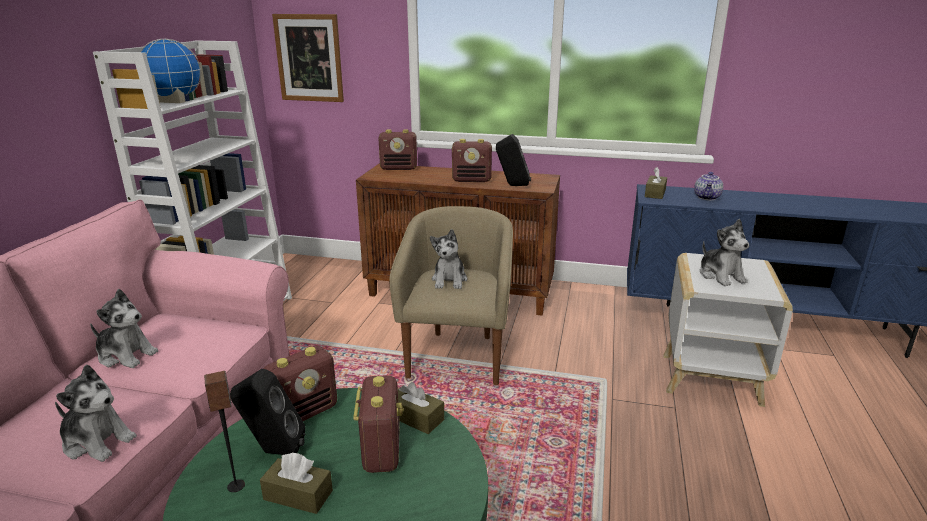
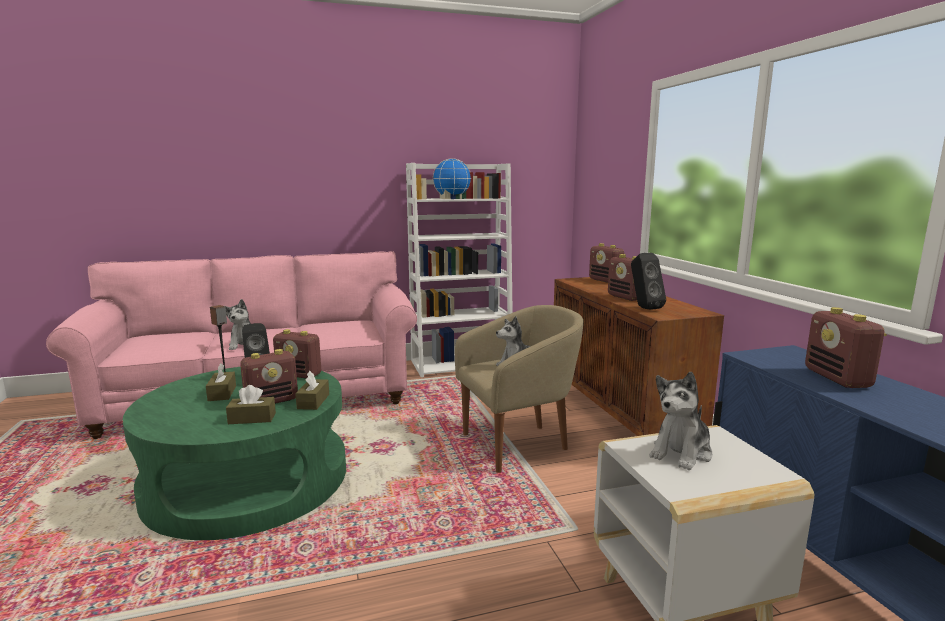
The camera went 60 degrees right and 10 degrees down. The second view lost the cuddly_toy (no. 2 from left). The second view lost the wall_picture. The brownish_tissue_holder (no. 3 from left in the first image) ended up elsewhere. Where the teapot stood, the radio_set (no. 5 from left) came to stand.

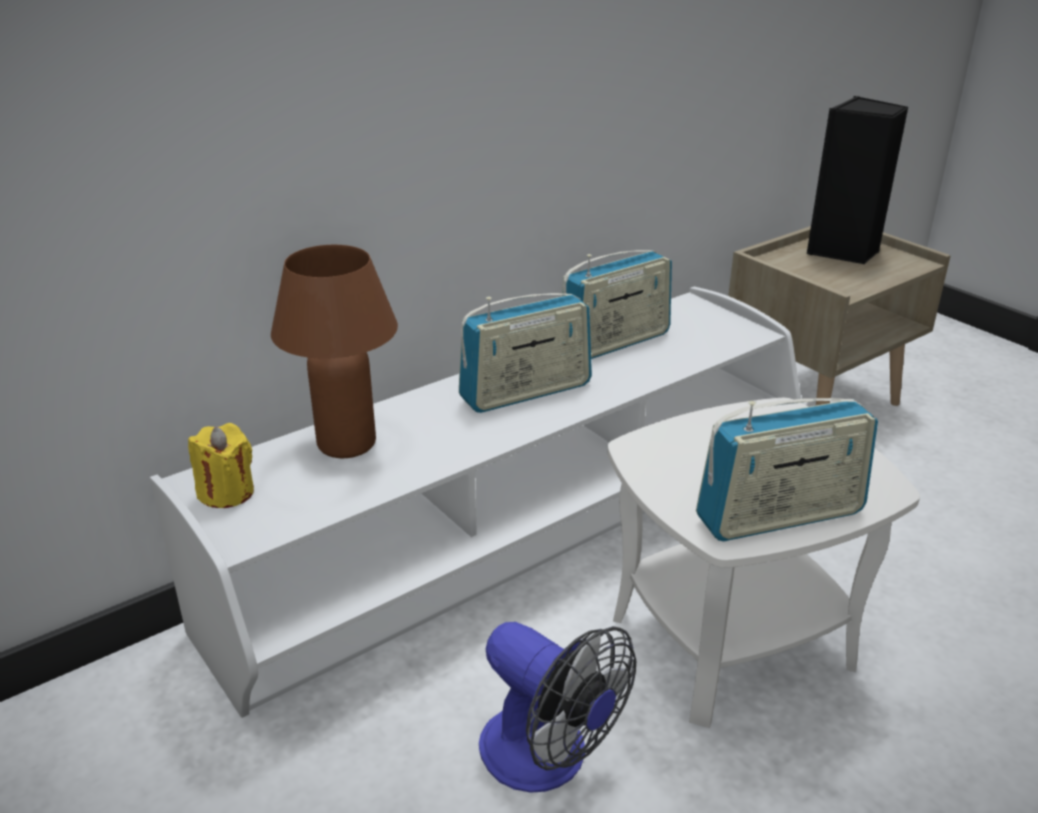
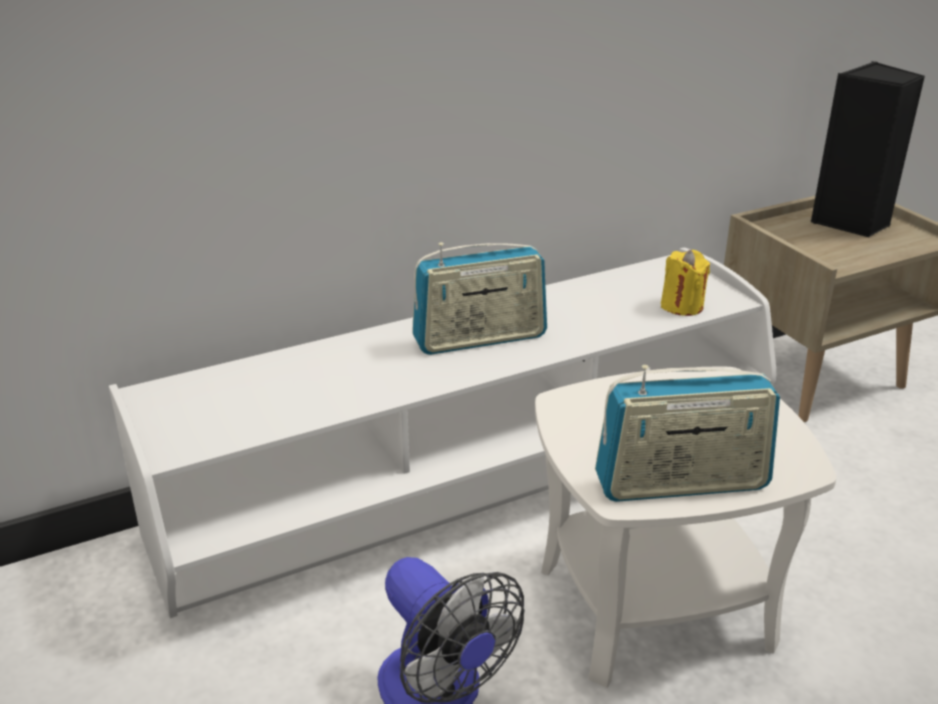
The camera went 10 degrees right and 0 degrees up. The yellow-coloured_candle ended up elsewhere. The second view lost the brownish_tabletop_lamp. The second view lost the radio_set (no. 2 from left).

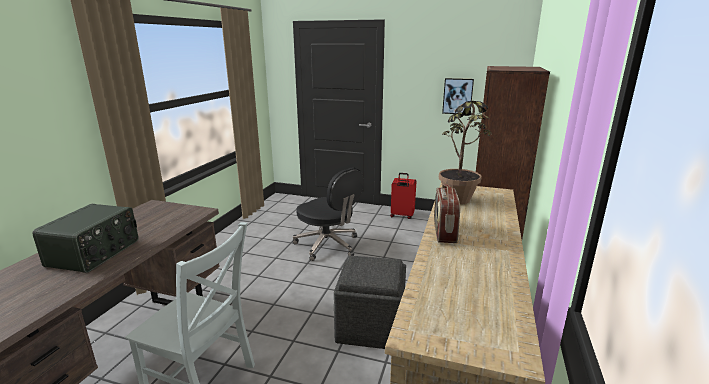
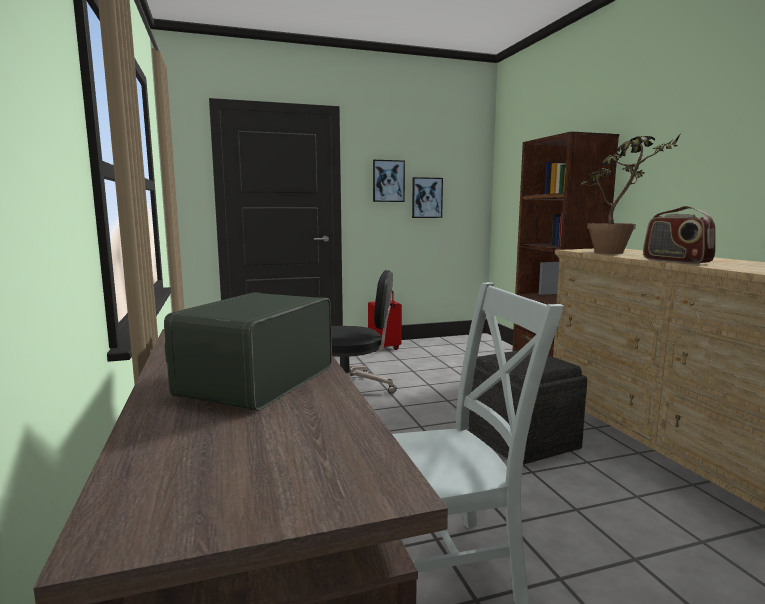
The camera went 35 degrees left and 10 degrees down. The radio_set (no. 1 from left) ended up facing another way, 135 degrees counterclockwise from before. The second view gained the wall_picture (no. 1 from left).

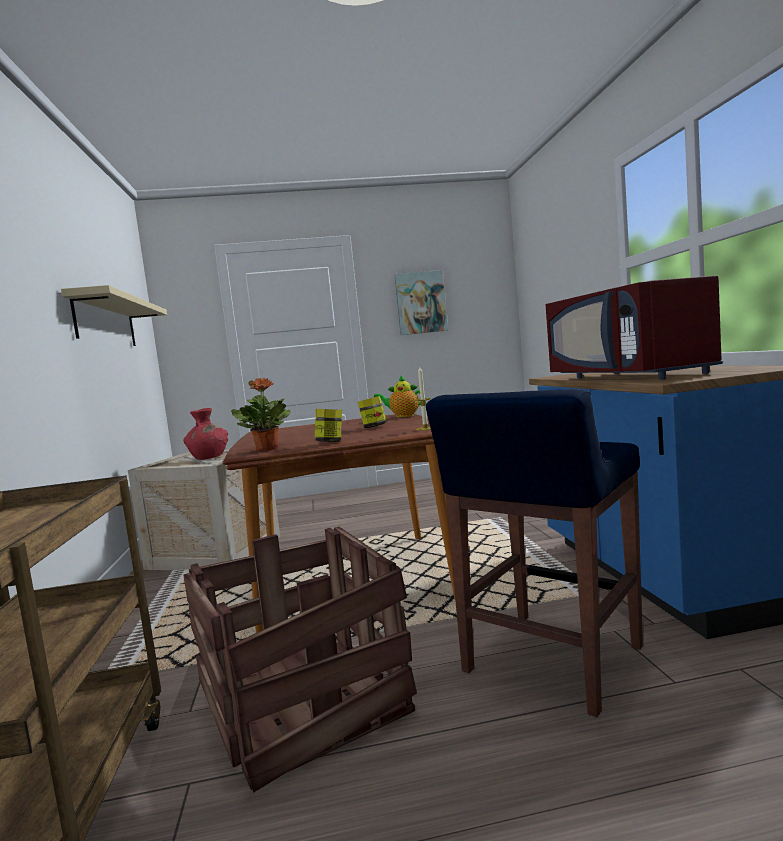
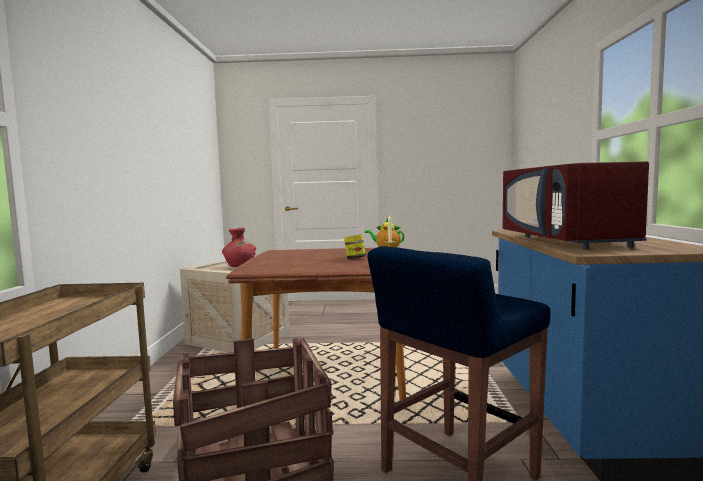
The camera went 10 degrees right and 0 degrees up. The second view lost the beige-coloured_shelf. The second view lost the plant_in_a_pot. The second view lost the storage_jar (no. 1 from left). The second view lost the wall_picture.

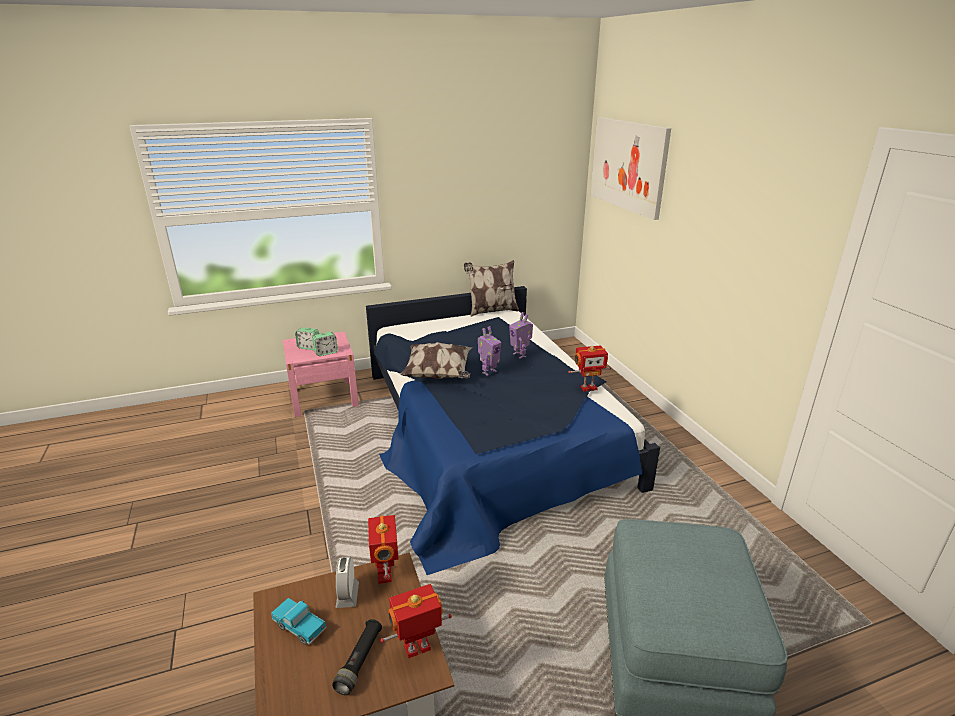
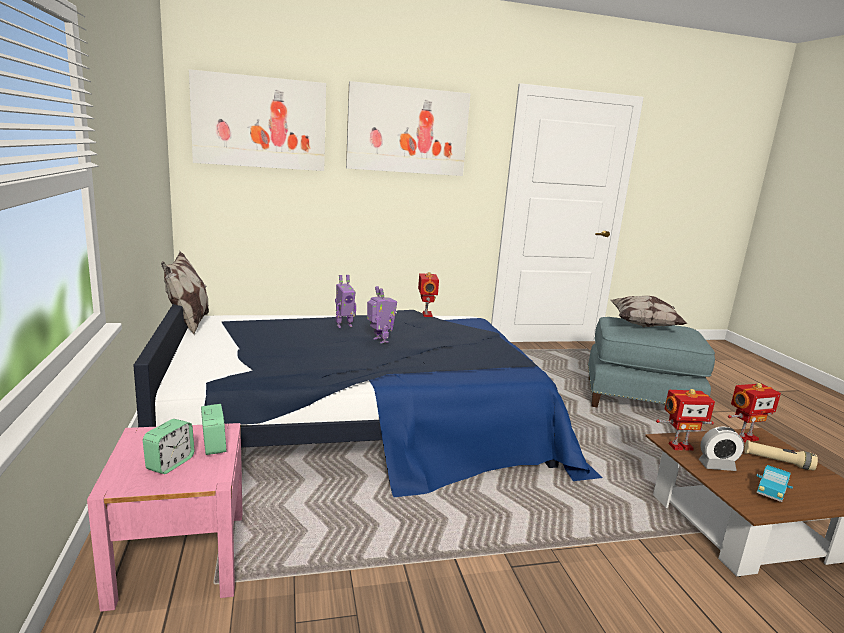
The camera went 85 degrees left and 10 degrees down. What was the blackish_flashlight turned into the beige-coloured_flashlight. The toy_robot (no. 2 from left in the first image) ended up facing another way, 90 degrees counterclockwise from before. The throw_pillow (no. 1 from left in the first image) ended up elsewhere. The second view gained the wall_picture (no. 2 from left).

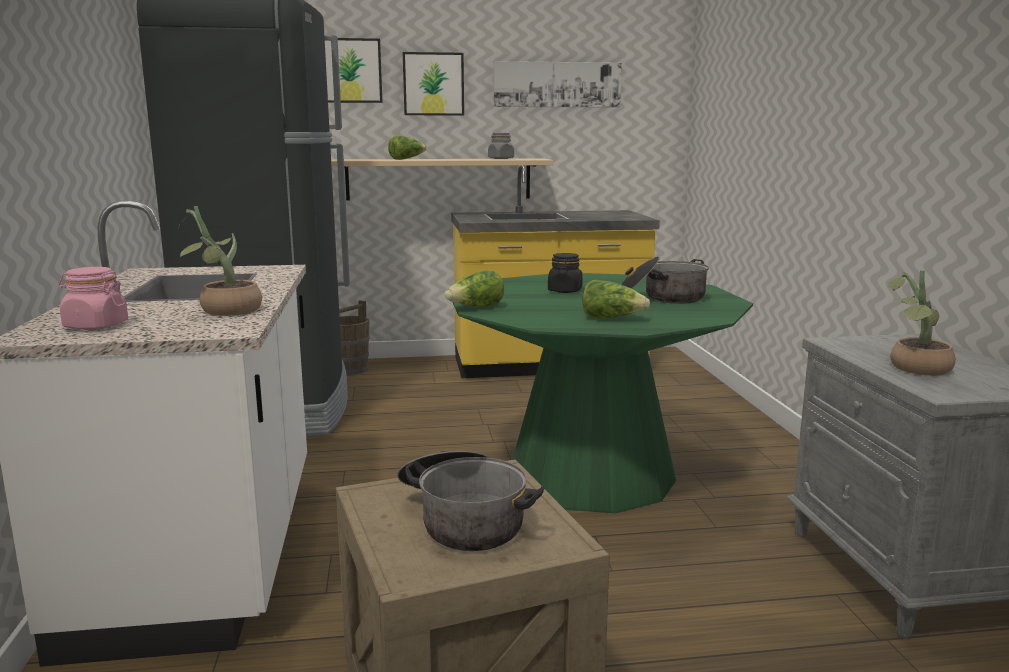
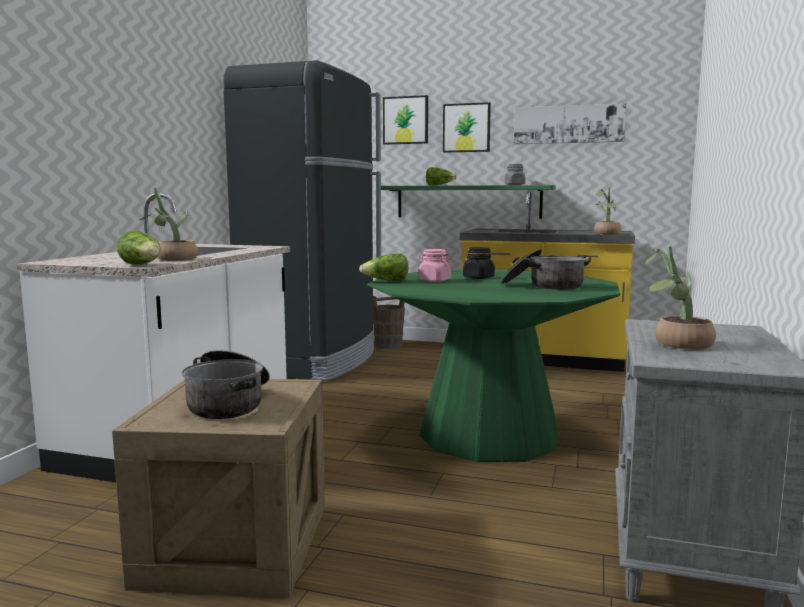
The camera went 25 degrees right and 5 degrees down. The pink_storage_jar ended up elsewhere. What was the beige-coloured_shelf turned into the green-coloured_shelf. The head_of_lettuce (no. 3 from left in the first image) ended up elsewhere. The second view gained the plant_in_a_pot (no. 2 from left).

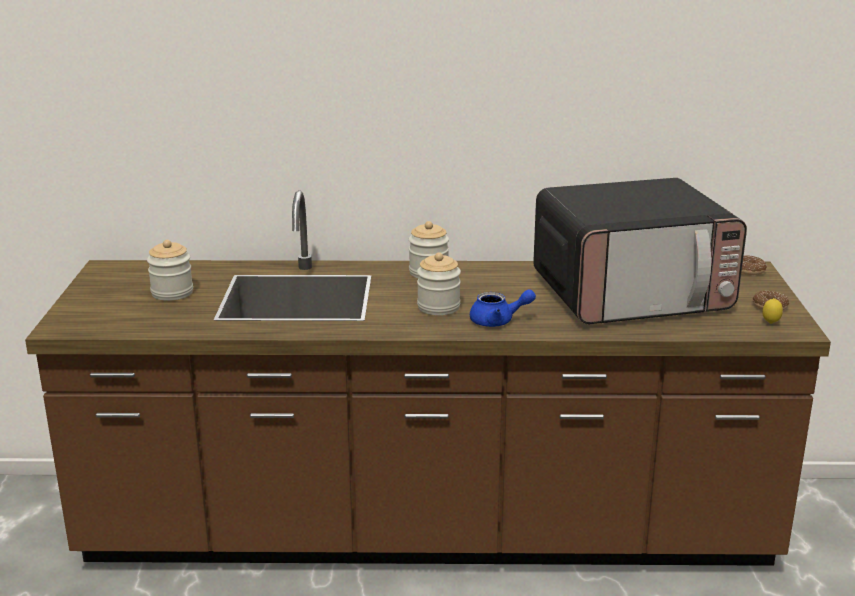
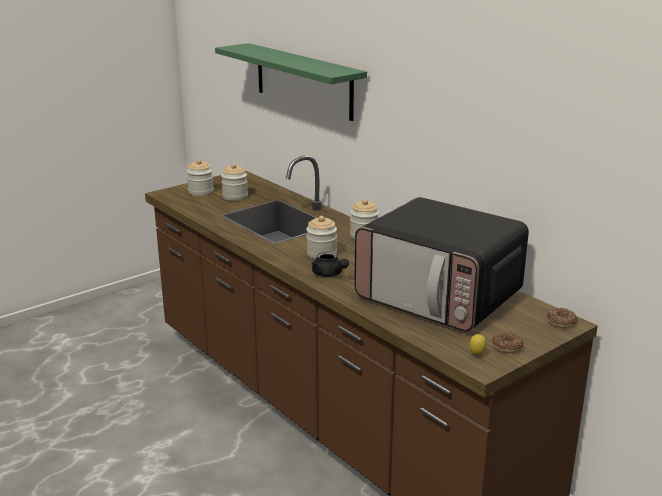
The camera went 50 degrees right and 0 degrees up. What was the blue-coloured_teapot turned into the blackish_teapot. The second view gained the storage_jar (no. 1 from left). The second view gained the green-coloured_shelf.

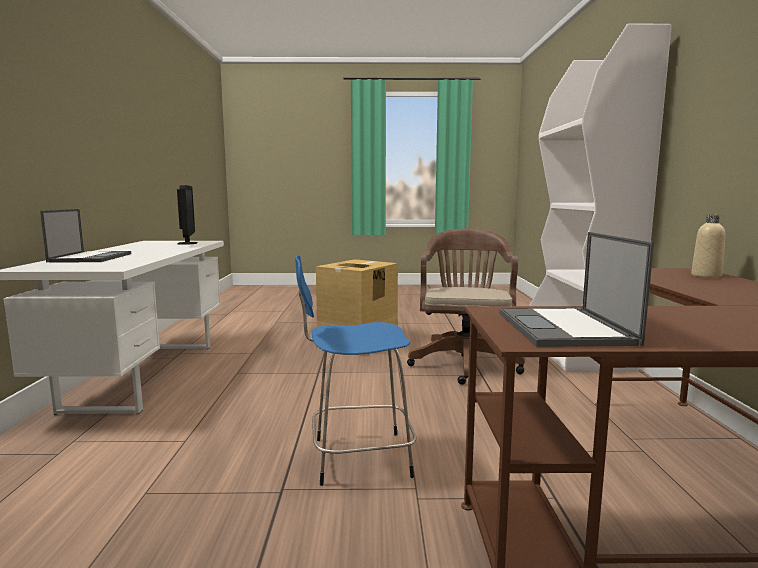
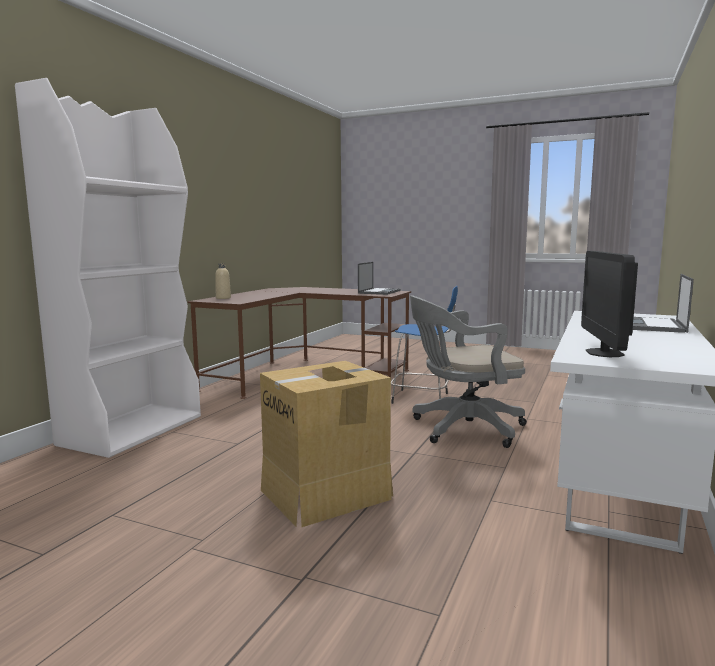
The camera went 155 degrees left and 0 degrees up. The second view lost the brownish_office_chair. The second view gained the gray_office_chair.

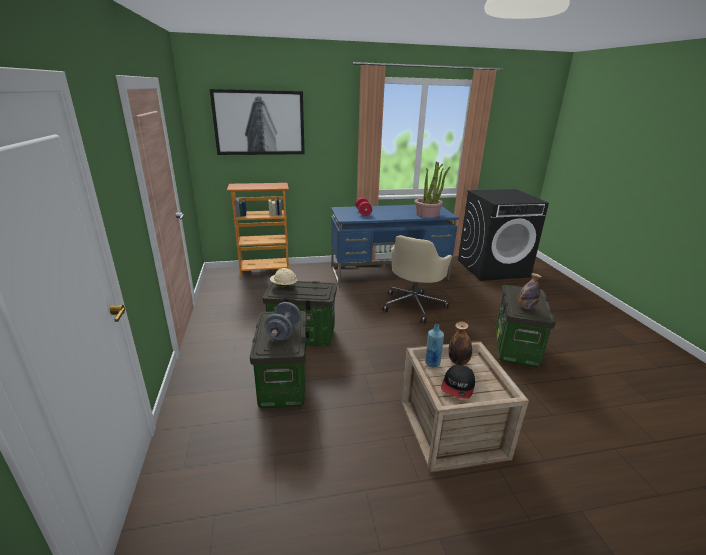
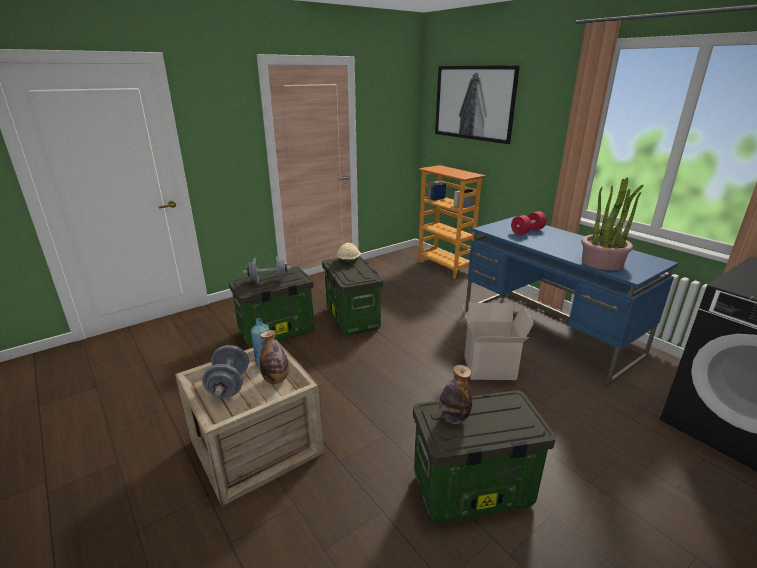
The camera went 65 degrees right and 0 degrees up. Where the beige-coloured_office_chair stood, the cardboard_box came to stand. Where the peaked_cap stood, the gray_hand_weight (no. 1 from left) came to stand.

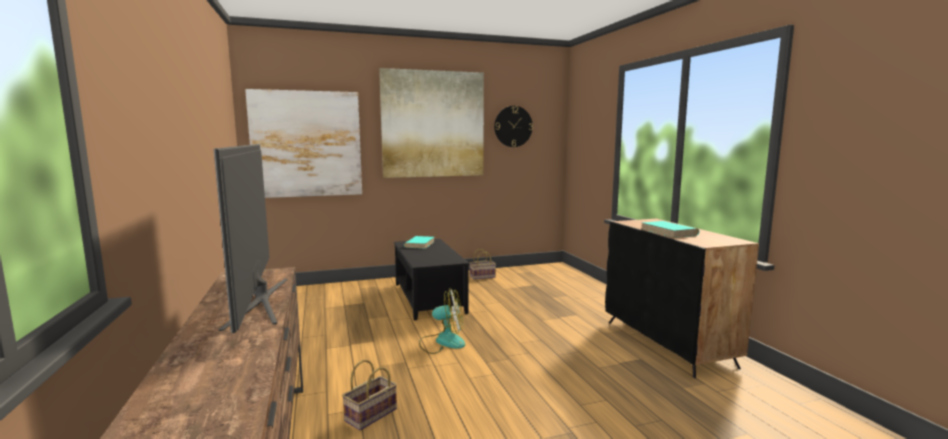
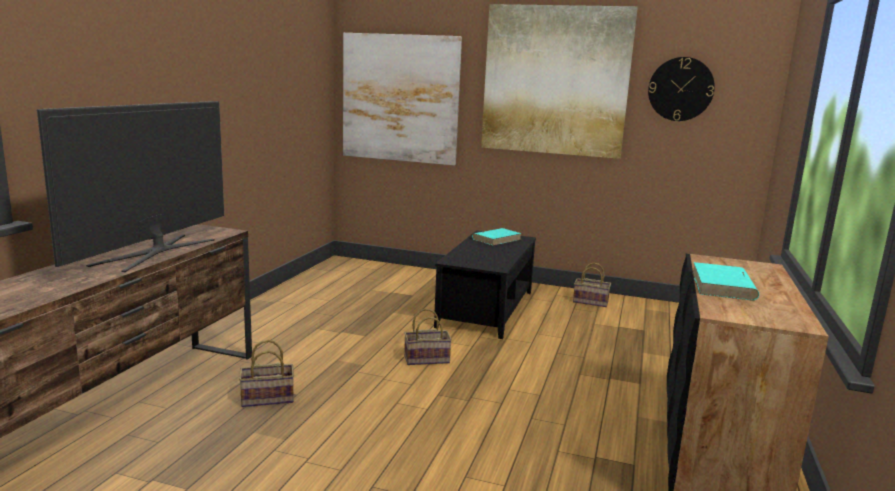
The camera went 35 degrees right and 5 degrees up. Where the electric_fan stood, the basket (no. 2 from left) came to stand.

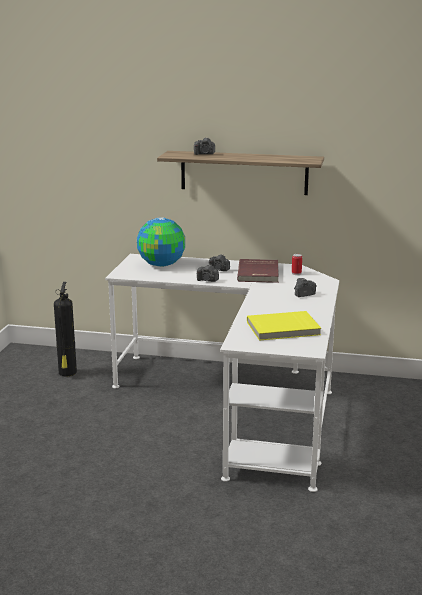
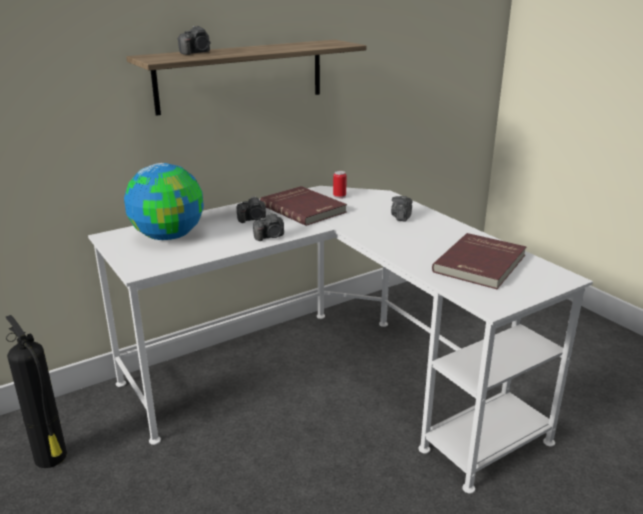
The camera went 45 degrees left and 5 degrees up. What was the yellow-coloured_book turned into the red_book (no. 2 from left).

